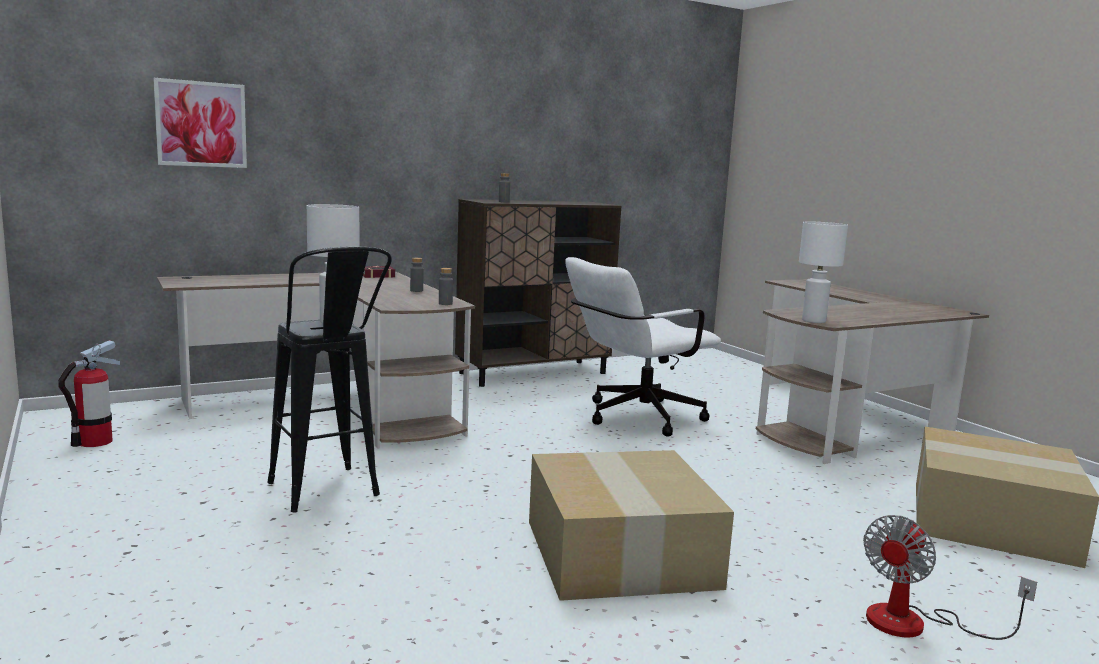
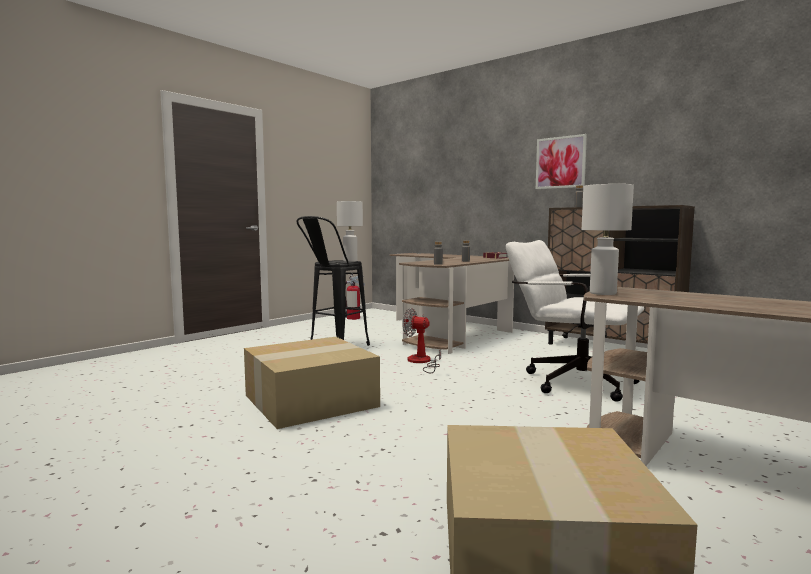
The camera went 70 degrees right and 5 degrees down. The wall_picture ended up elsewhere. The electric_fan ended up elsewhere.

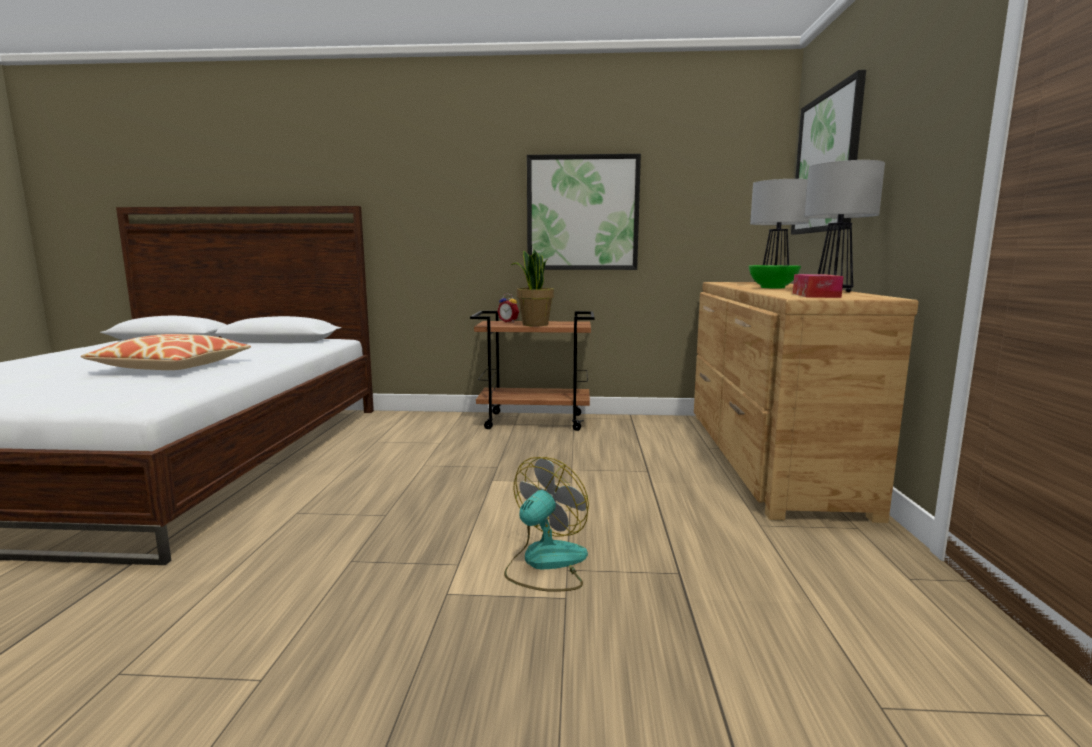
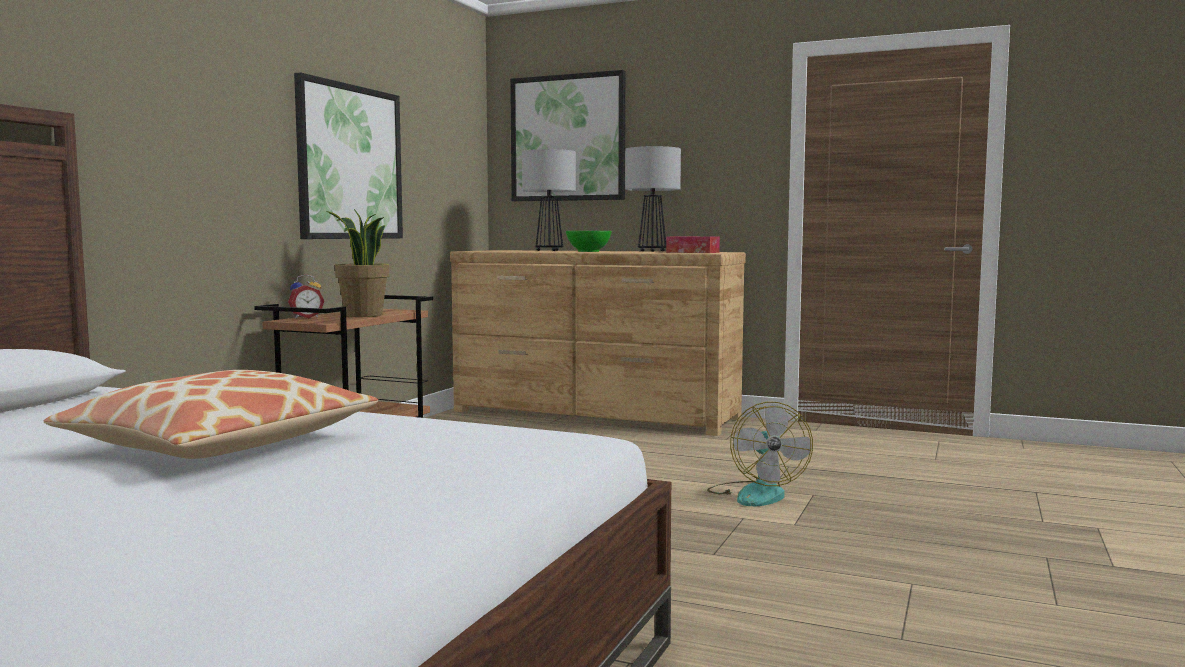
The camera went 70 degrees left and 5 degrees down. The electric_fan ended up facing another way, 150 degrees counterclockwise from before.

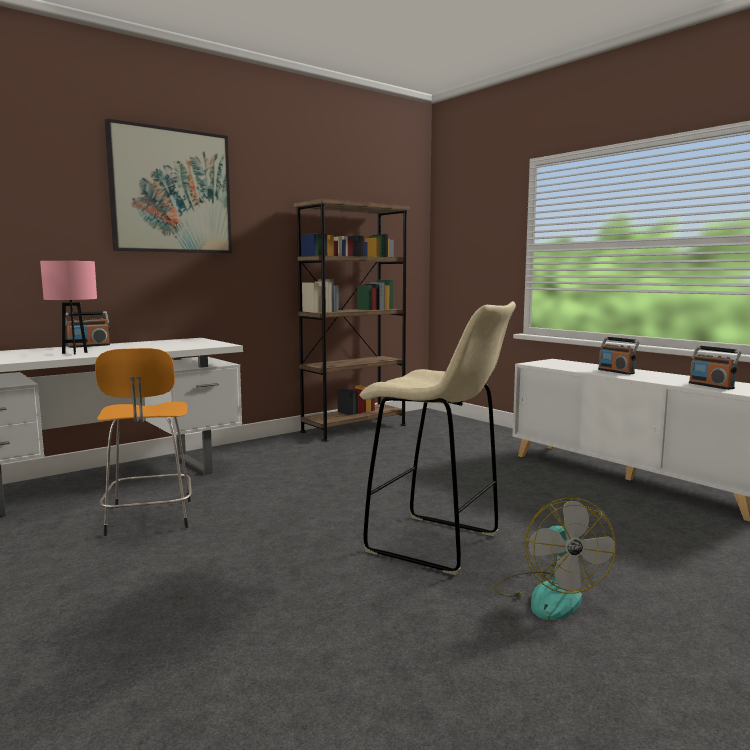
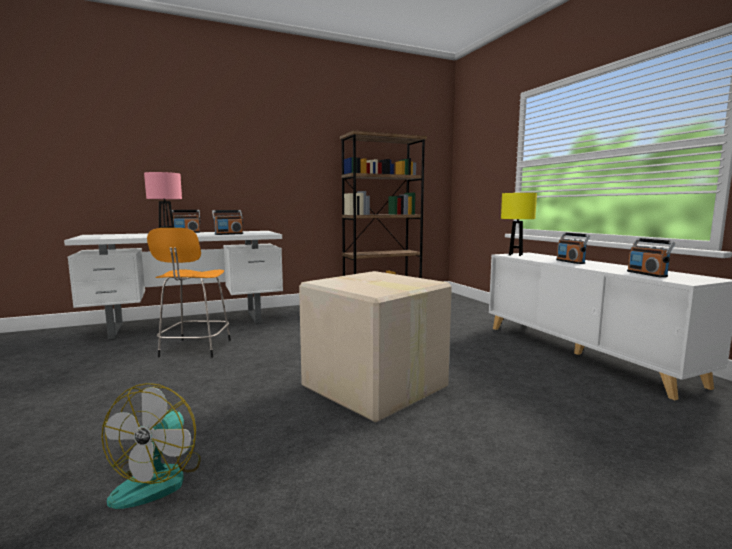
The camera went 15 degrees right and 0 degrees up. The second view lost the wall_picture. Where the beige-coloured_stool stood, the cardboard_box came to stand. The electric_fan ended up elsewhere. The second view gained the radio_set (no. 2 from left). The second view gained the yellow-coloured_tabletop_lamp.

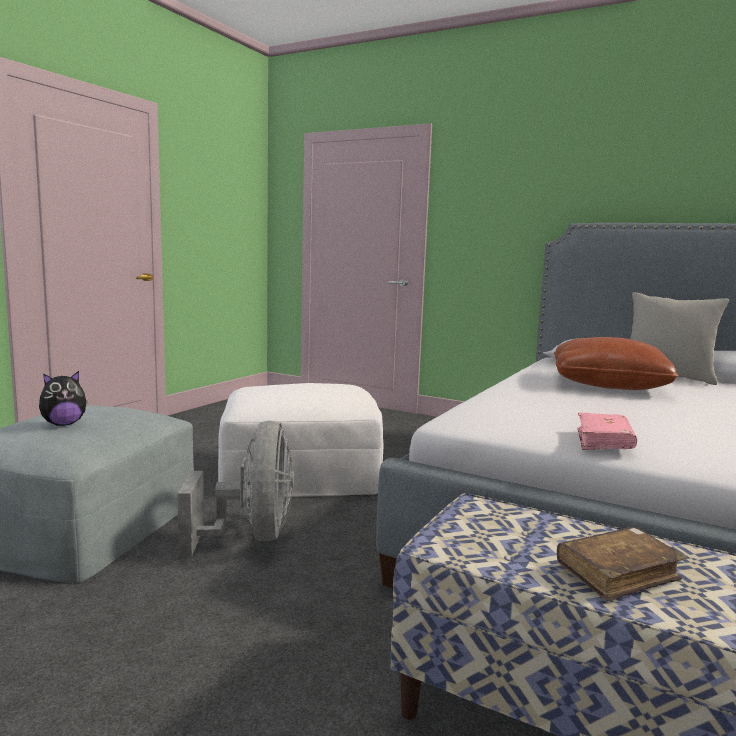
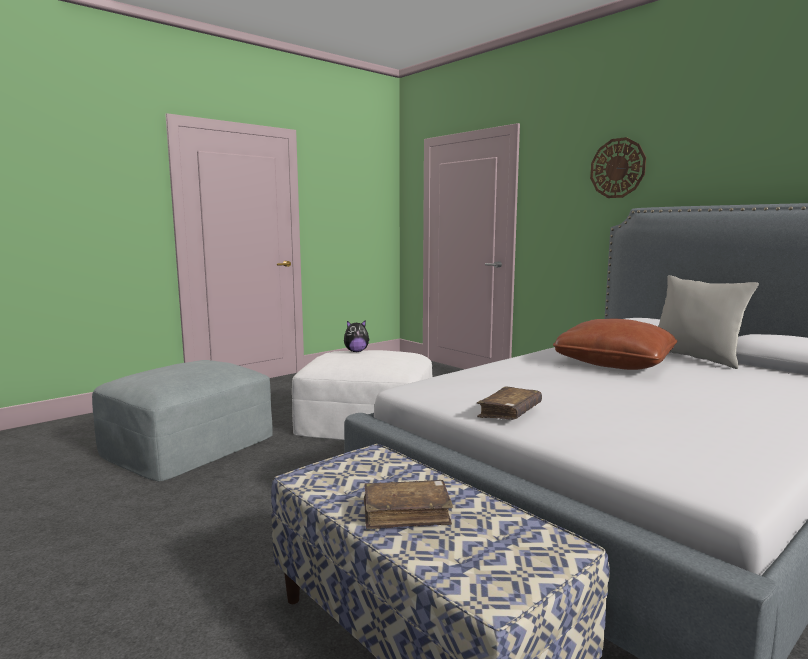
The camera went 20 degrees right and 0 degrees up. The cuddly_toy ended up elsewhere. The second view lost the gray_electric_fan. What was the pink_book turned into the brownish_book (no. 2 from left). The second view gained the clock_on_the_wall.

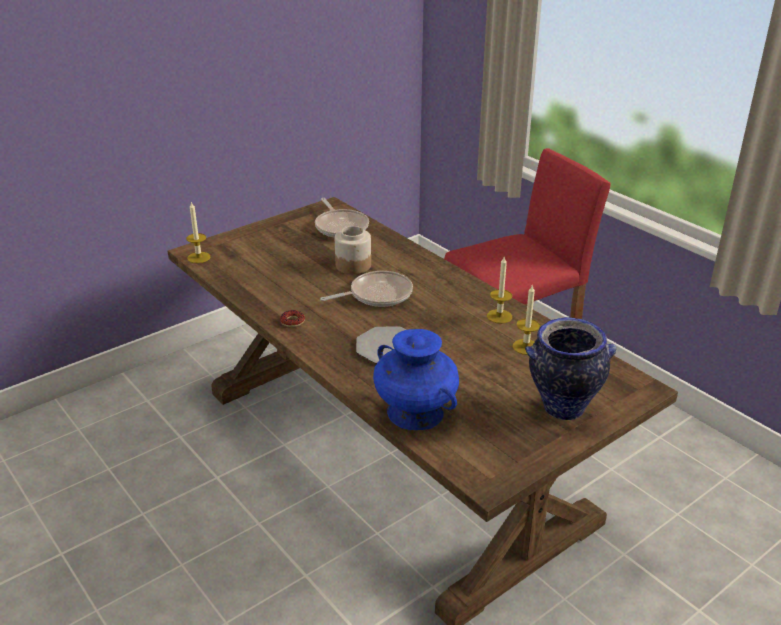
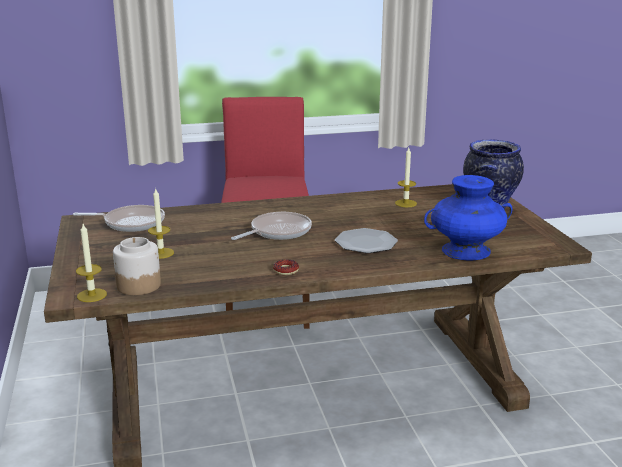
The camera went 65 degrees left and 10 degrees down. The skillet (no. 2 from left) ended up facing another way, 45 degrees clockwise from before. The storage_jar ended up elsewhere. The candle (no. 2 from left) ended up elsewhere.

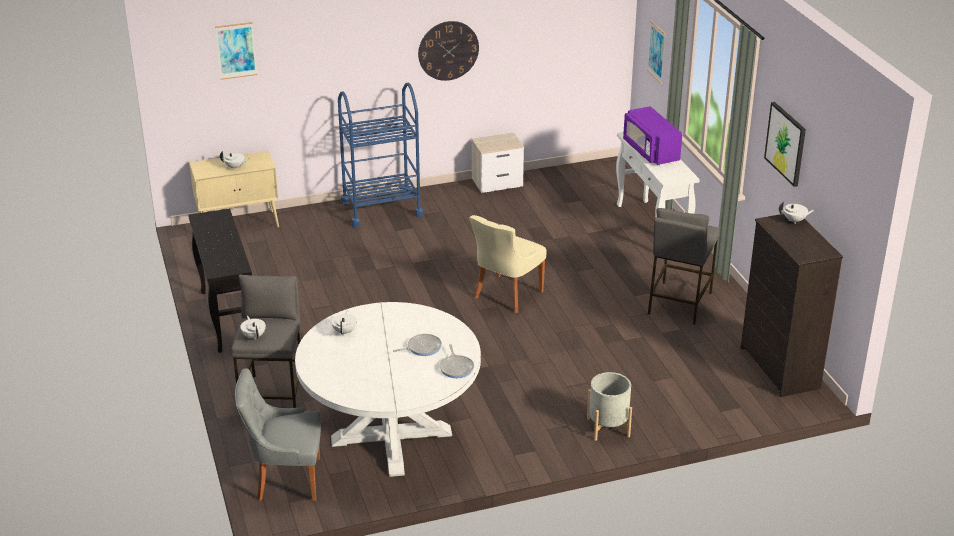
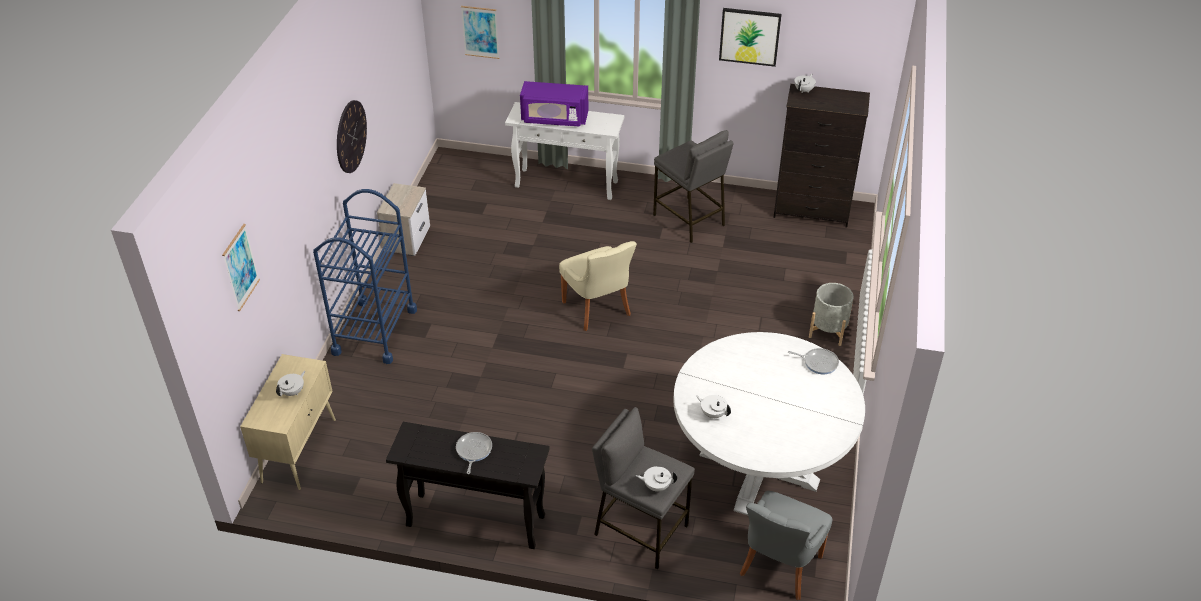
The camera went 60 degrees left and 10 degrees up. The skillet (no. 1 from left) ended up elsewhere.

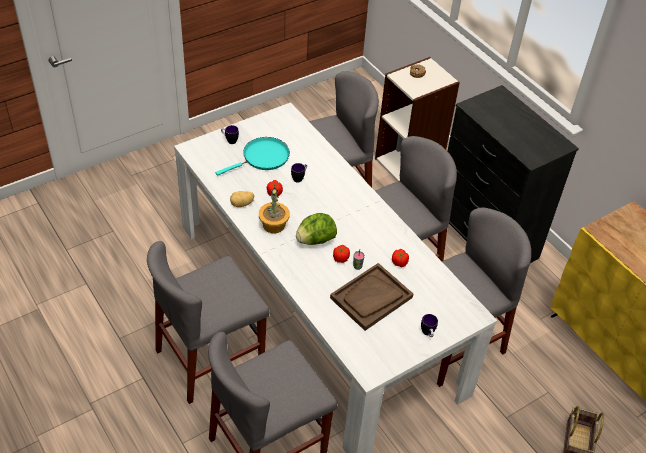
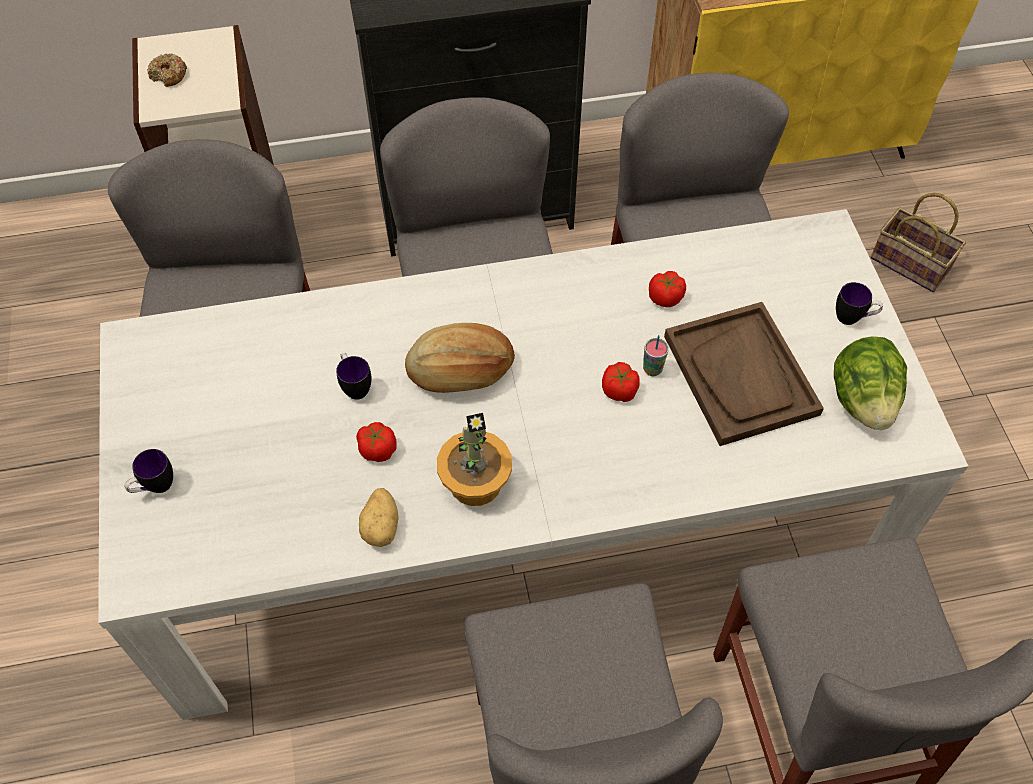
The camera went 65 degrees left and 10 degrees up. The second view lost the turquoise-coloured_skillet. The head_of_lettuce ended up elsewhere. The second view gained the baked_bread.

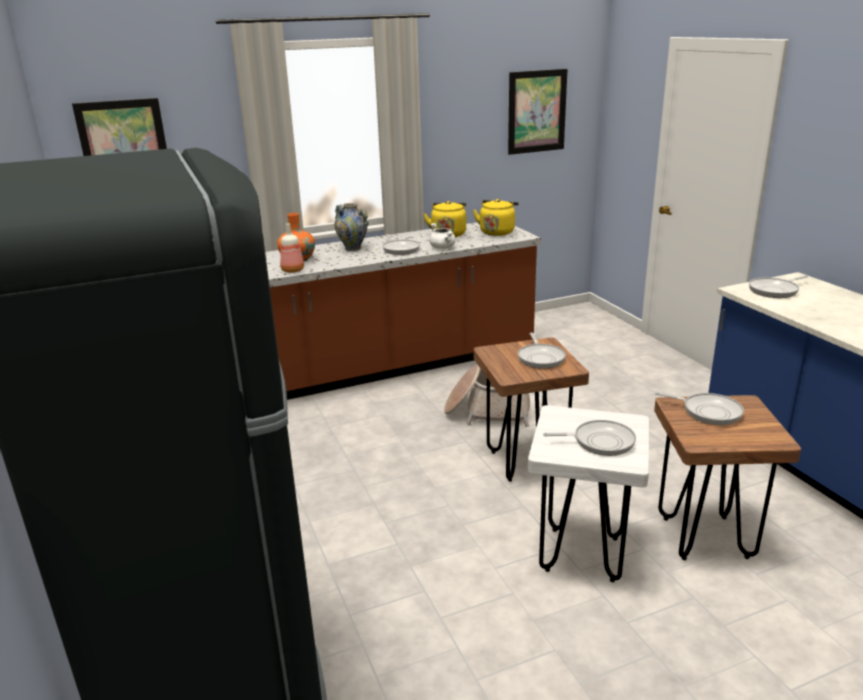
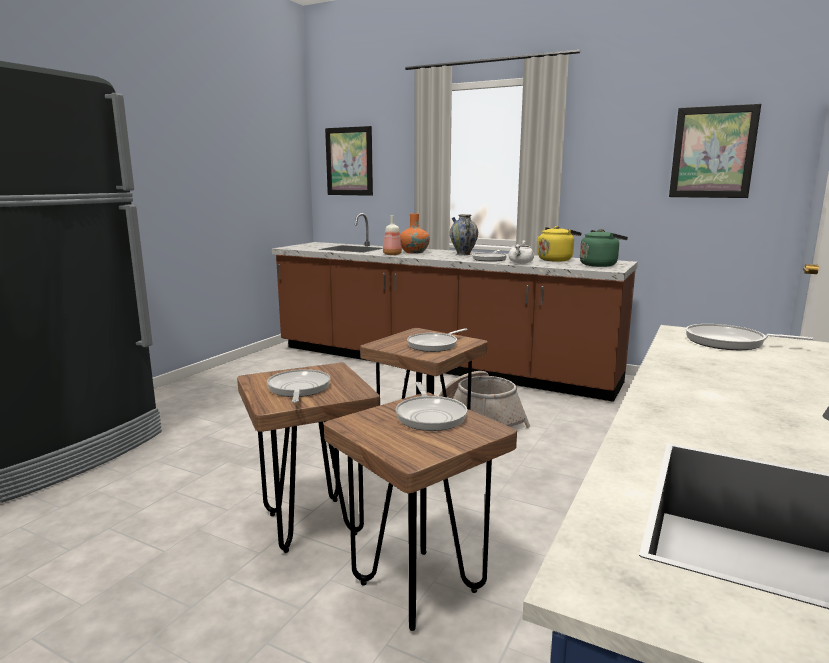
The camera went 50 degrees right and 10 degrees down. What was the yellow-coloured_tea_kettle (no. 2 from left) turned into the green-coloured_tea_kettle. What was the whitish_stool turned into the brownish_stool (no. 1 from left). The skillet (no. 3 from left in the first image) ended up facing another way, 150 degrees counterclockwise from before.

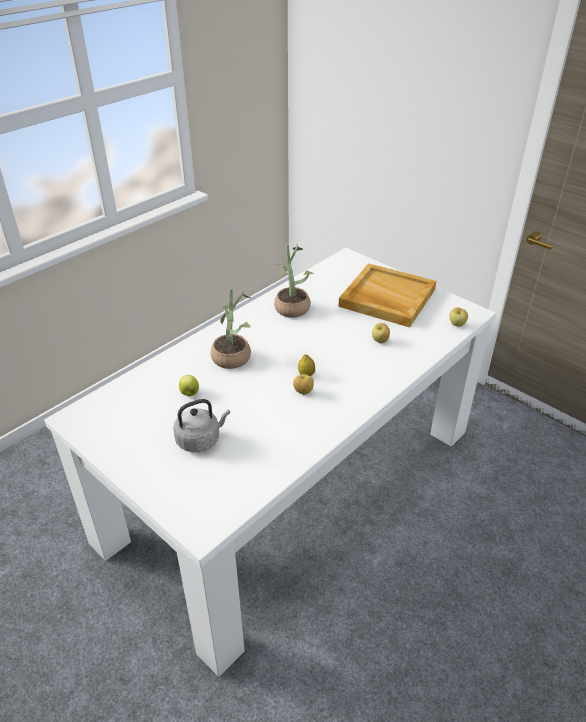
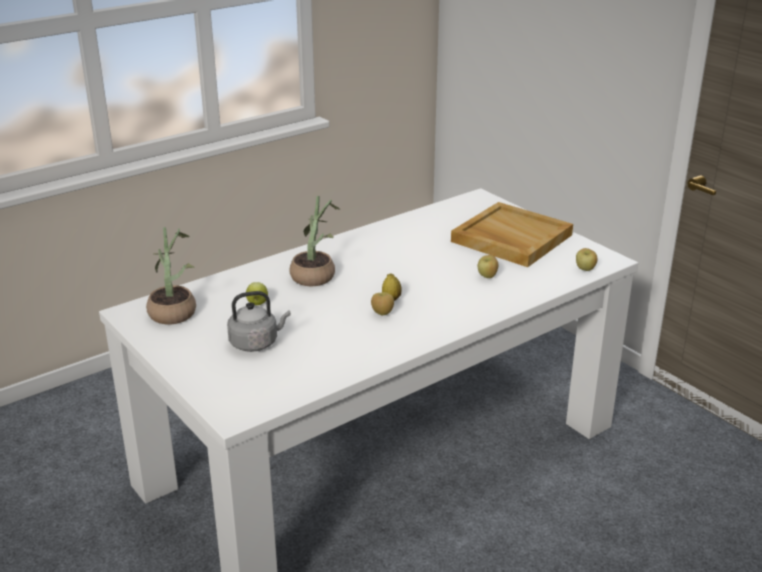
The camera went 10 degrees right and 10 degrees down. The plant_in_a_pot (no. 2 from left in the first image) ended up elsewhere.

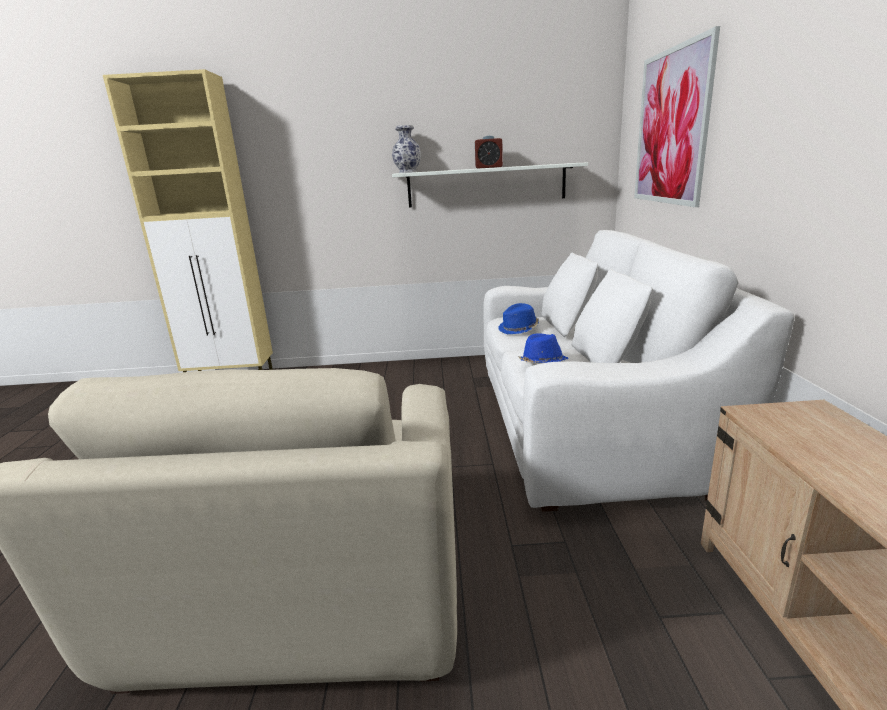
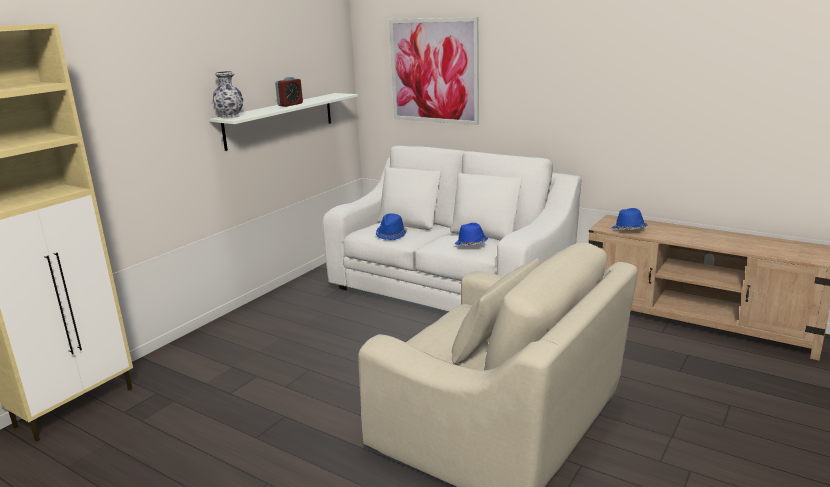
The camera went 55 degrees left and 0 degrees up. The second view gained the blue-coloured_clothing_hat (no. 3 from left).

